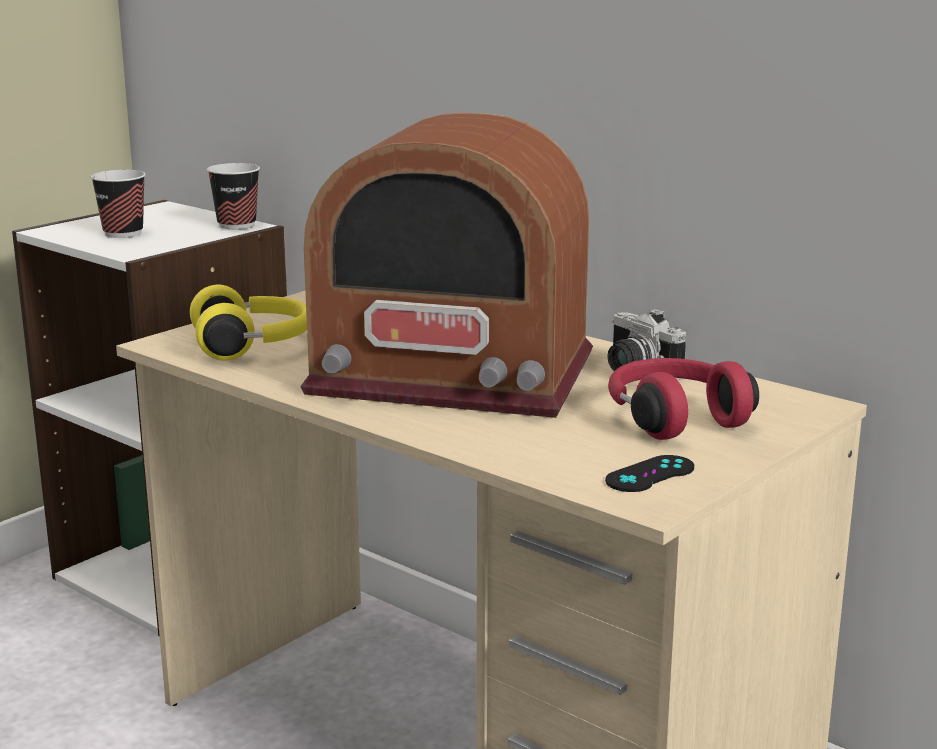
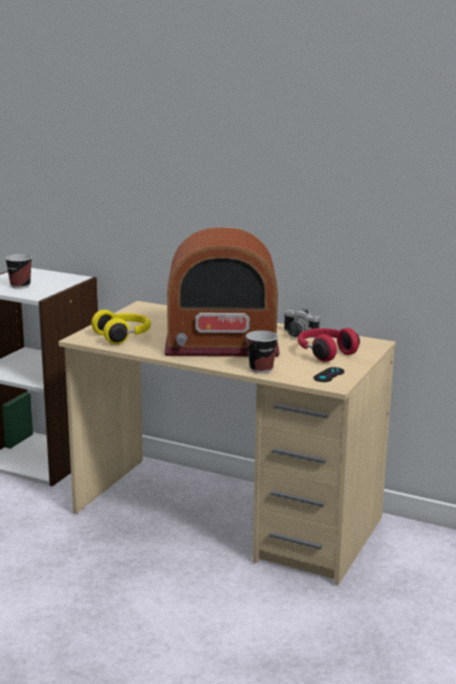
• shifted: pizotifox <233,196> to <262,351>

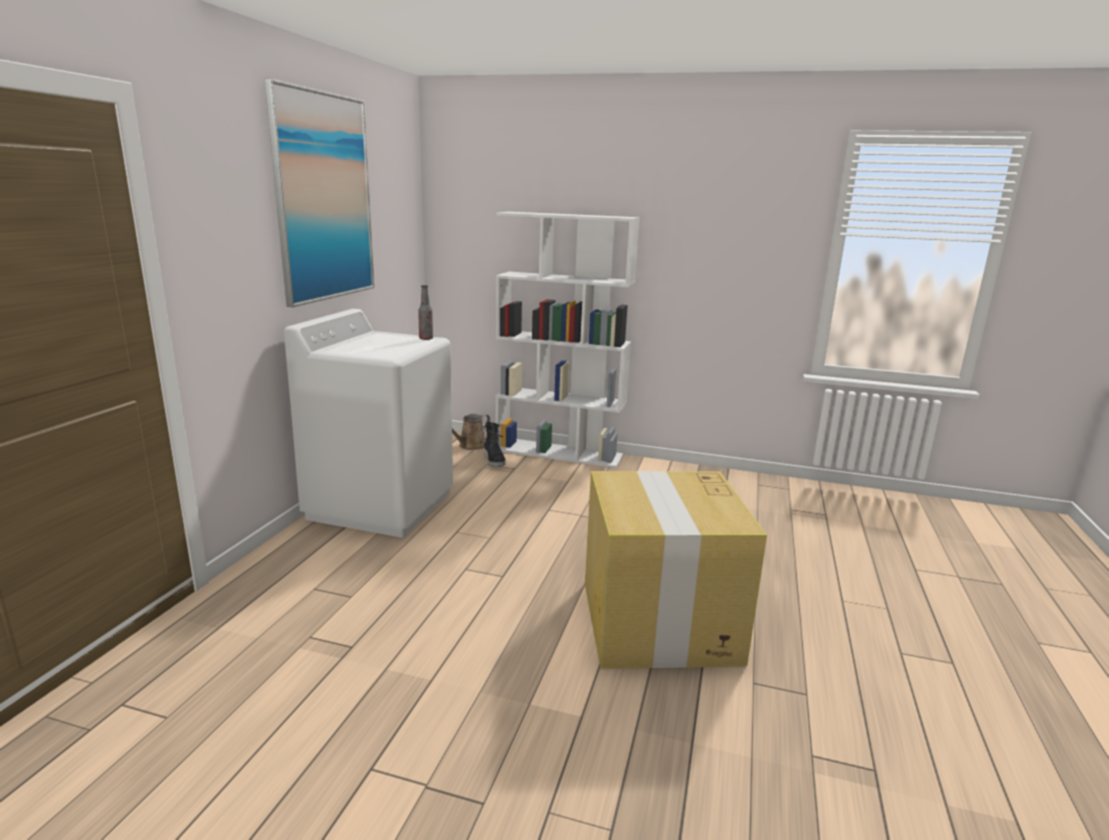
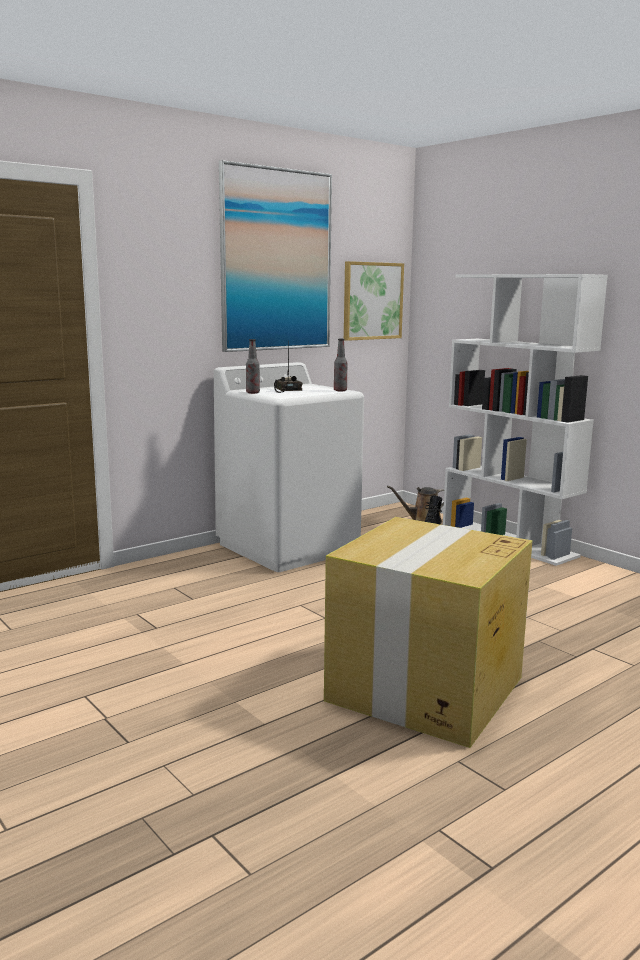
• new: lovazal <253,366>
• new: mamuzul <288,368>
• new: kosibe <374,301>

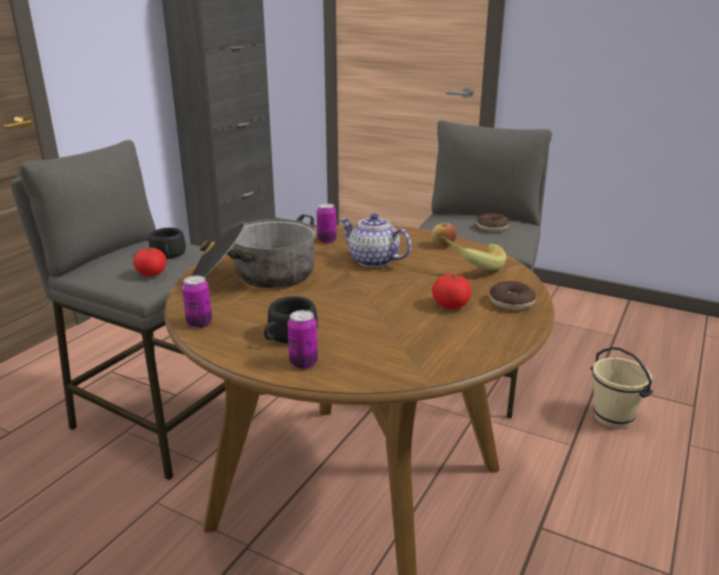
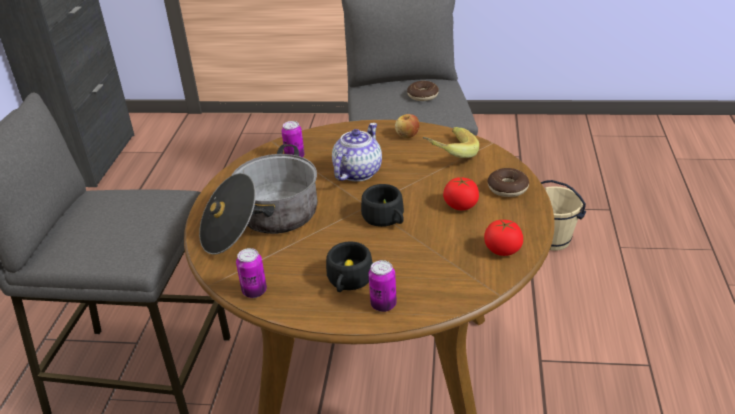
• shifted: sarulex <149,261> to <503,238>
• shifted: pizotifox (black) <167,243> to <382,205>
• rotated: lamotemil <375,240> = <357,152> 105 degrees clockwise

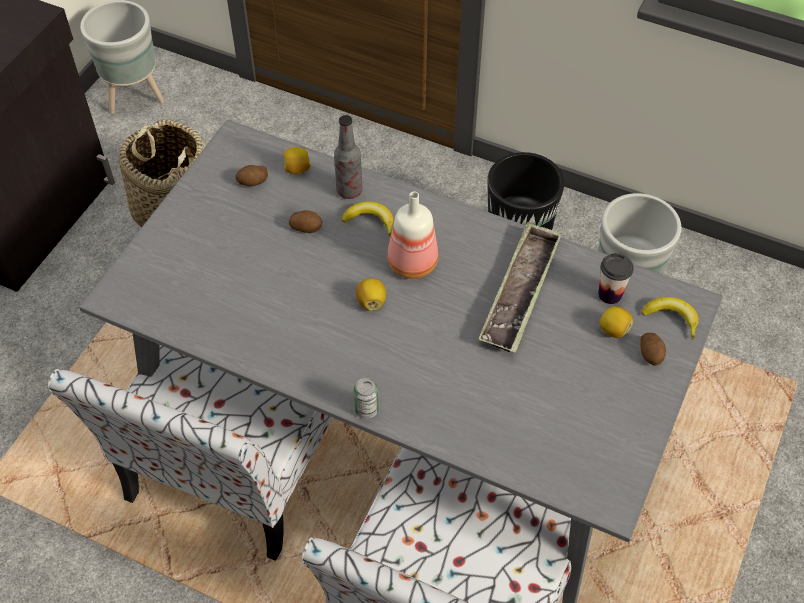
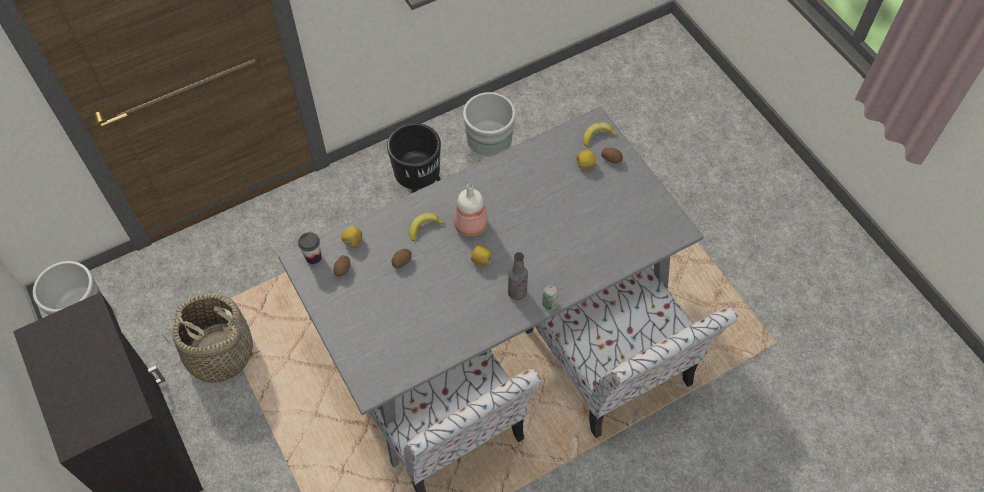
• gone: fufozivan <520,287>
• shifted: lovazal <348,157> to <518,276>
• shifted: pizotifox <616,278> to <310,248>

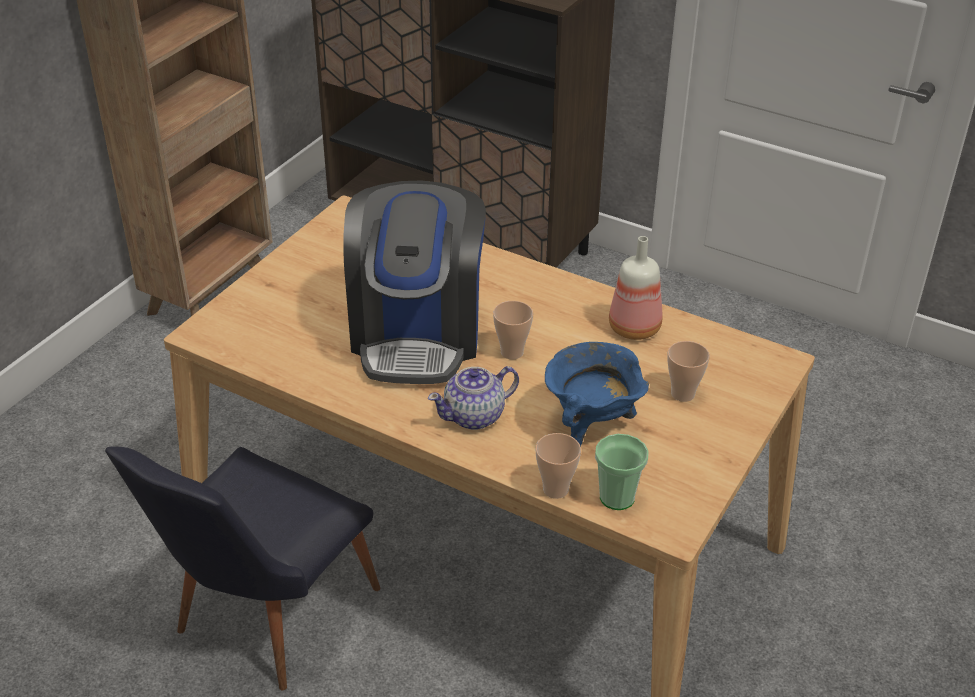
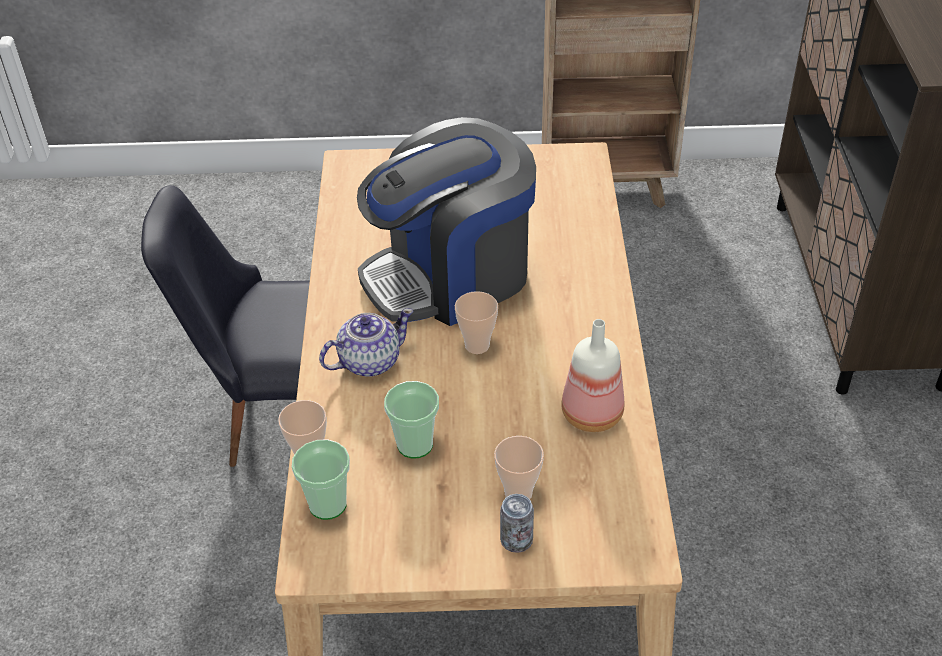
• new: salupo <517,523>
• swapped: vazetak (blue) <597,394> to pizotifox <411,419>
• rotated: lamotemil <473,398> = <366,342> 120 degrees clockwise

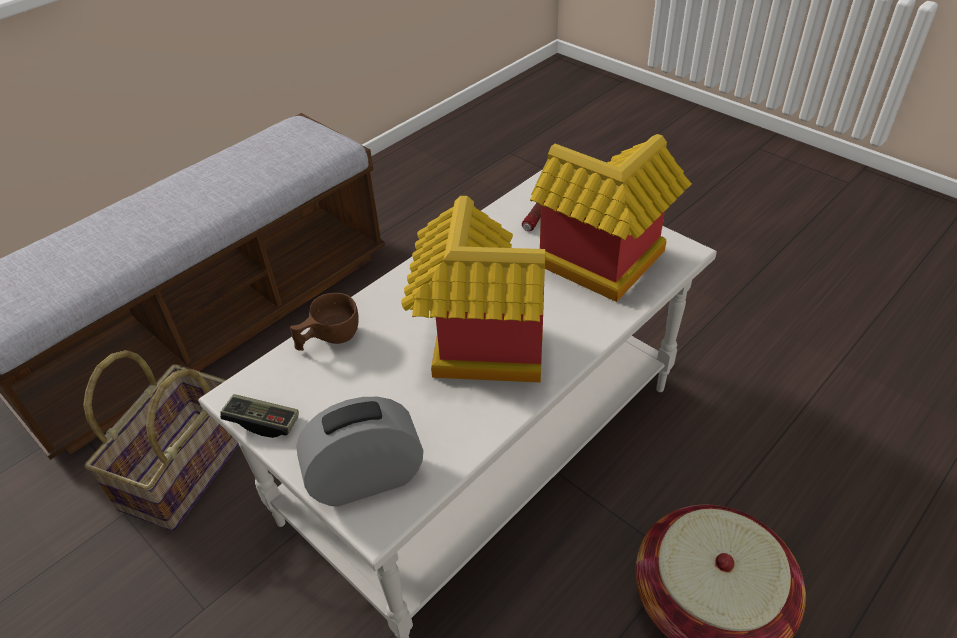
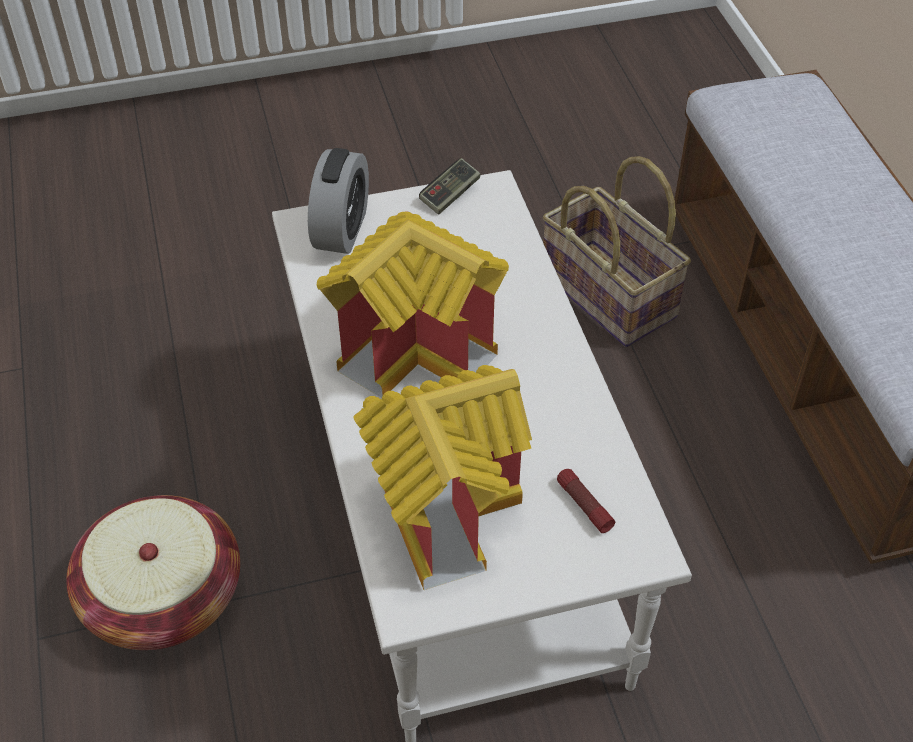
• gone: pizotifox (brown) <324,322>

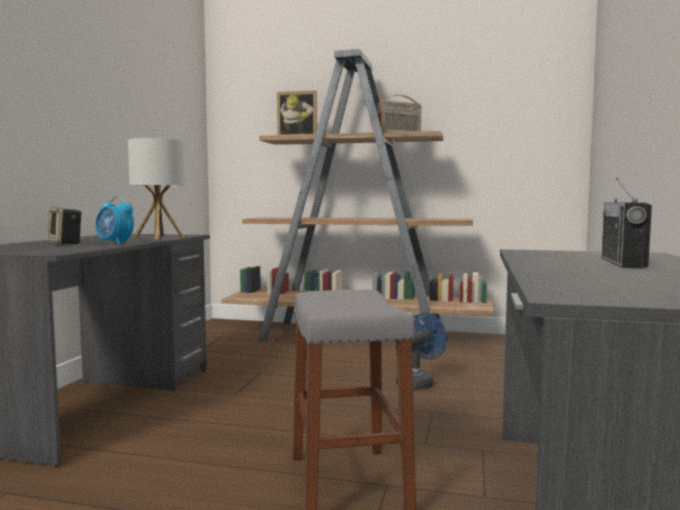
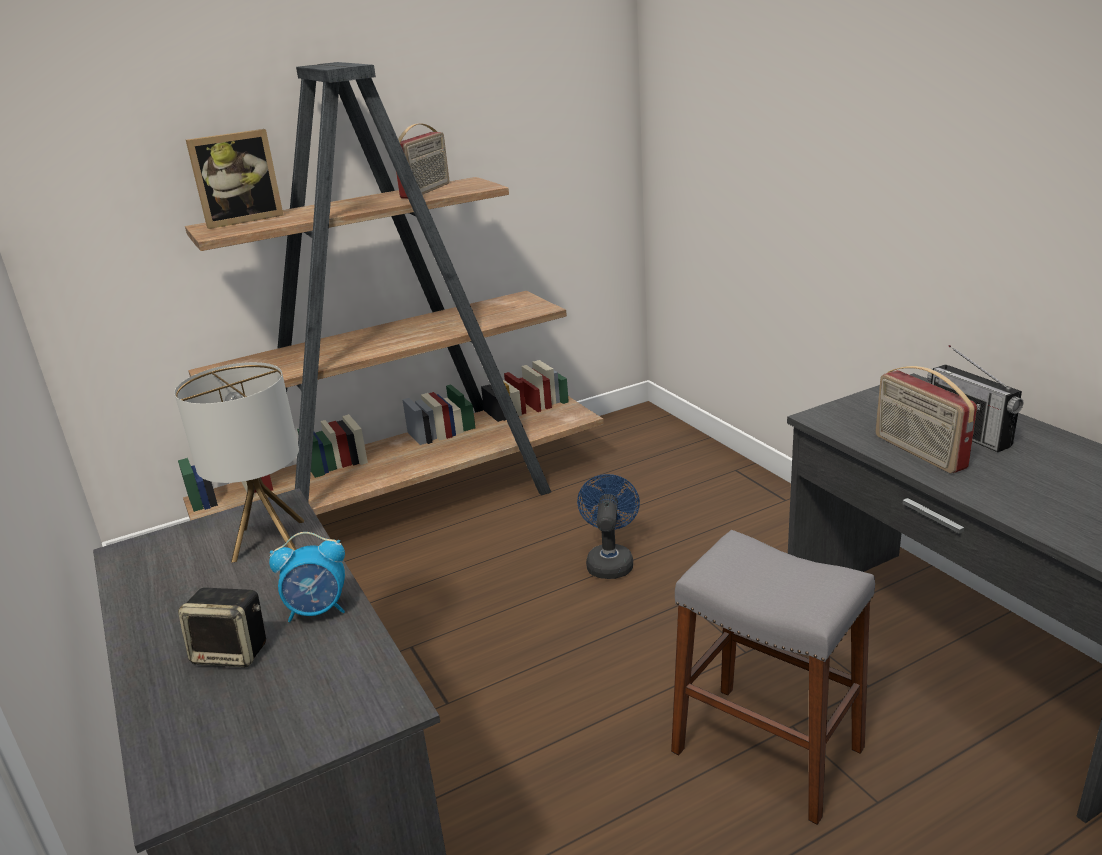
• new: mamuzul <926,419>

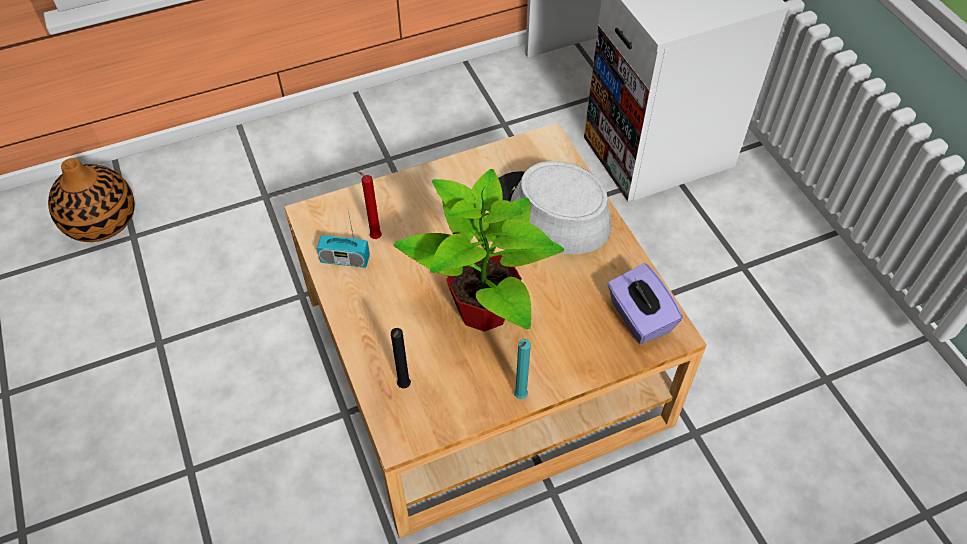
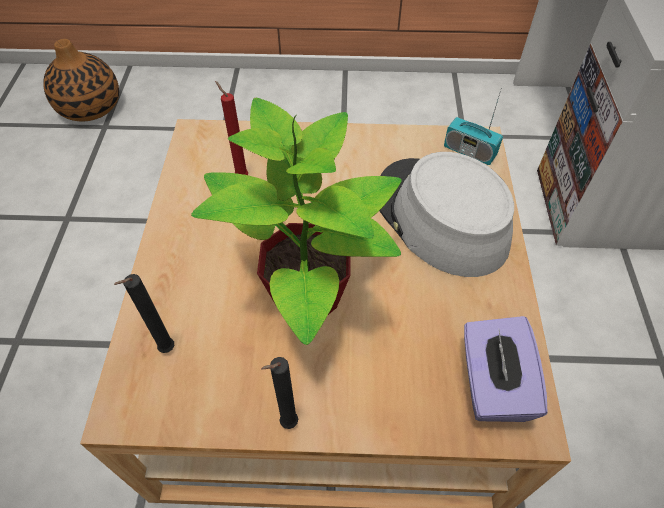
• shifted: mamuzul <343,239> to <473,126>
• repainted: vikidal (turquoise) <522,369> to vikidal (black) <279,393>

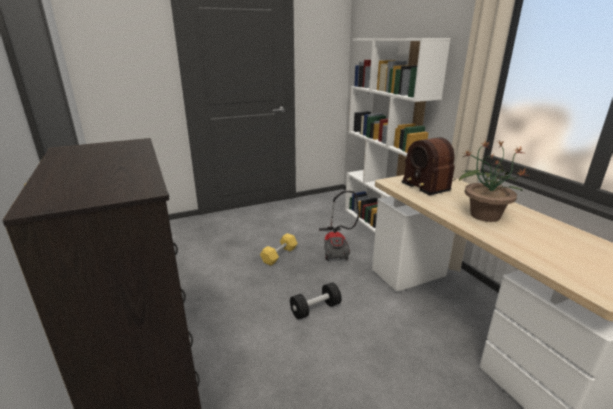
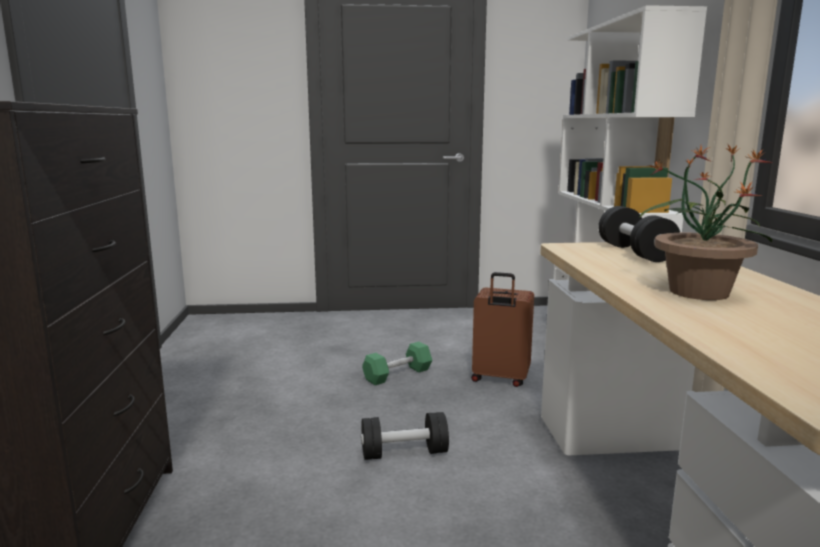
• swapped: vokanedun <339,226> to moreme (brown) <502,329>
• swapped: mamuzul <428,166> to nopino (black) <639,234>
• repainted: nopino (yellow) <279,249> to nopino (green) <397,363>

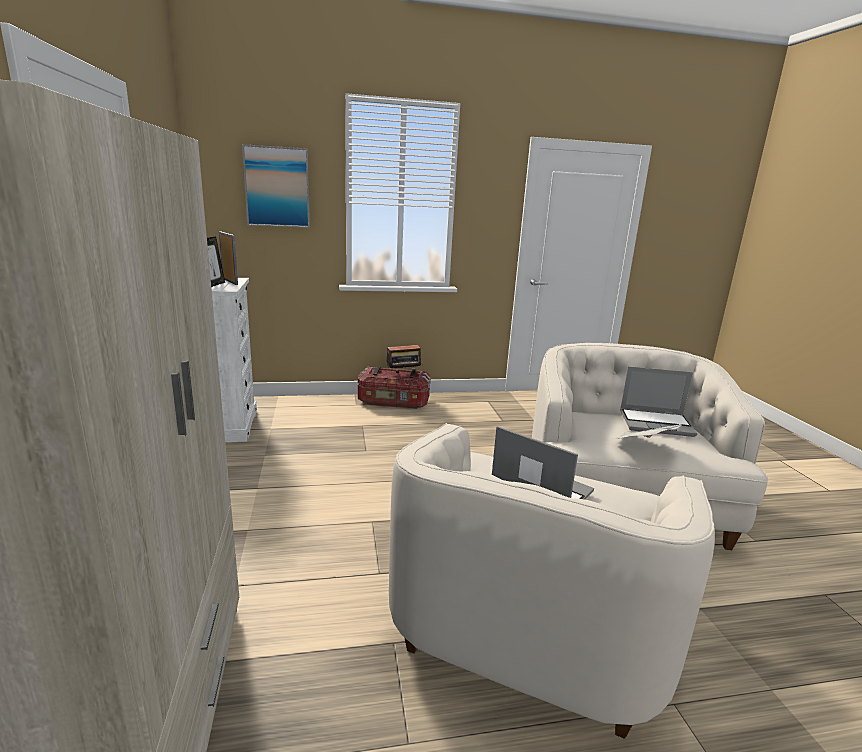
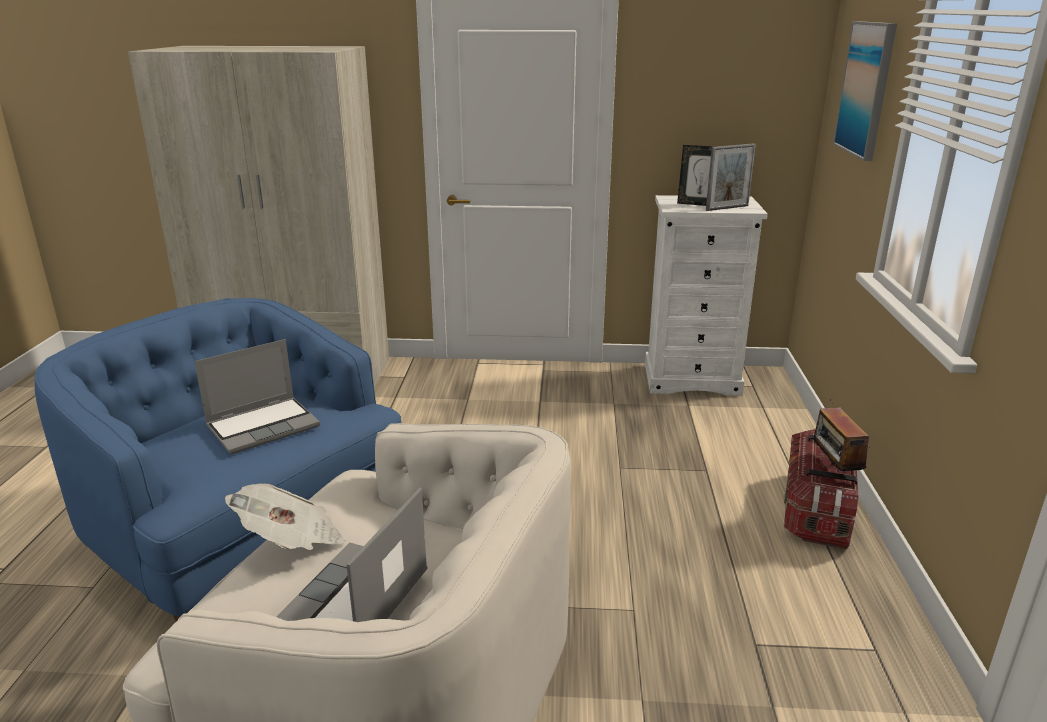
• repainted: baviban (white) <552,581> to baviban (blue) <218,460>

